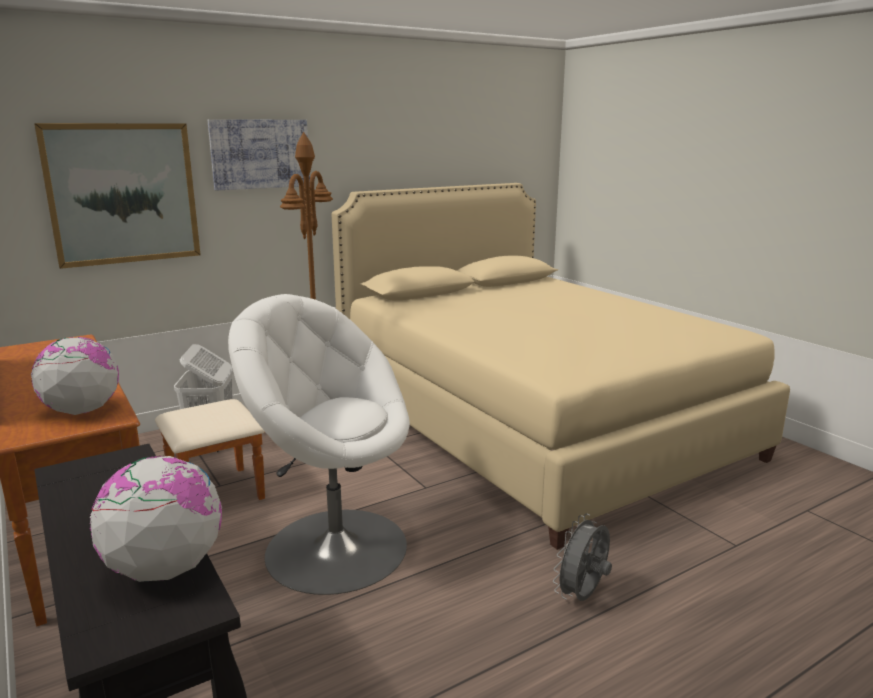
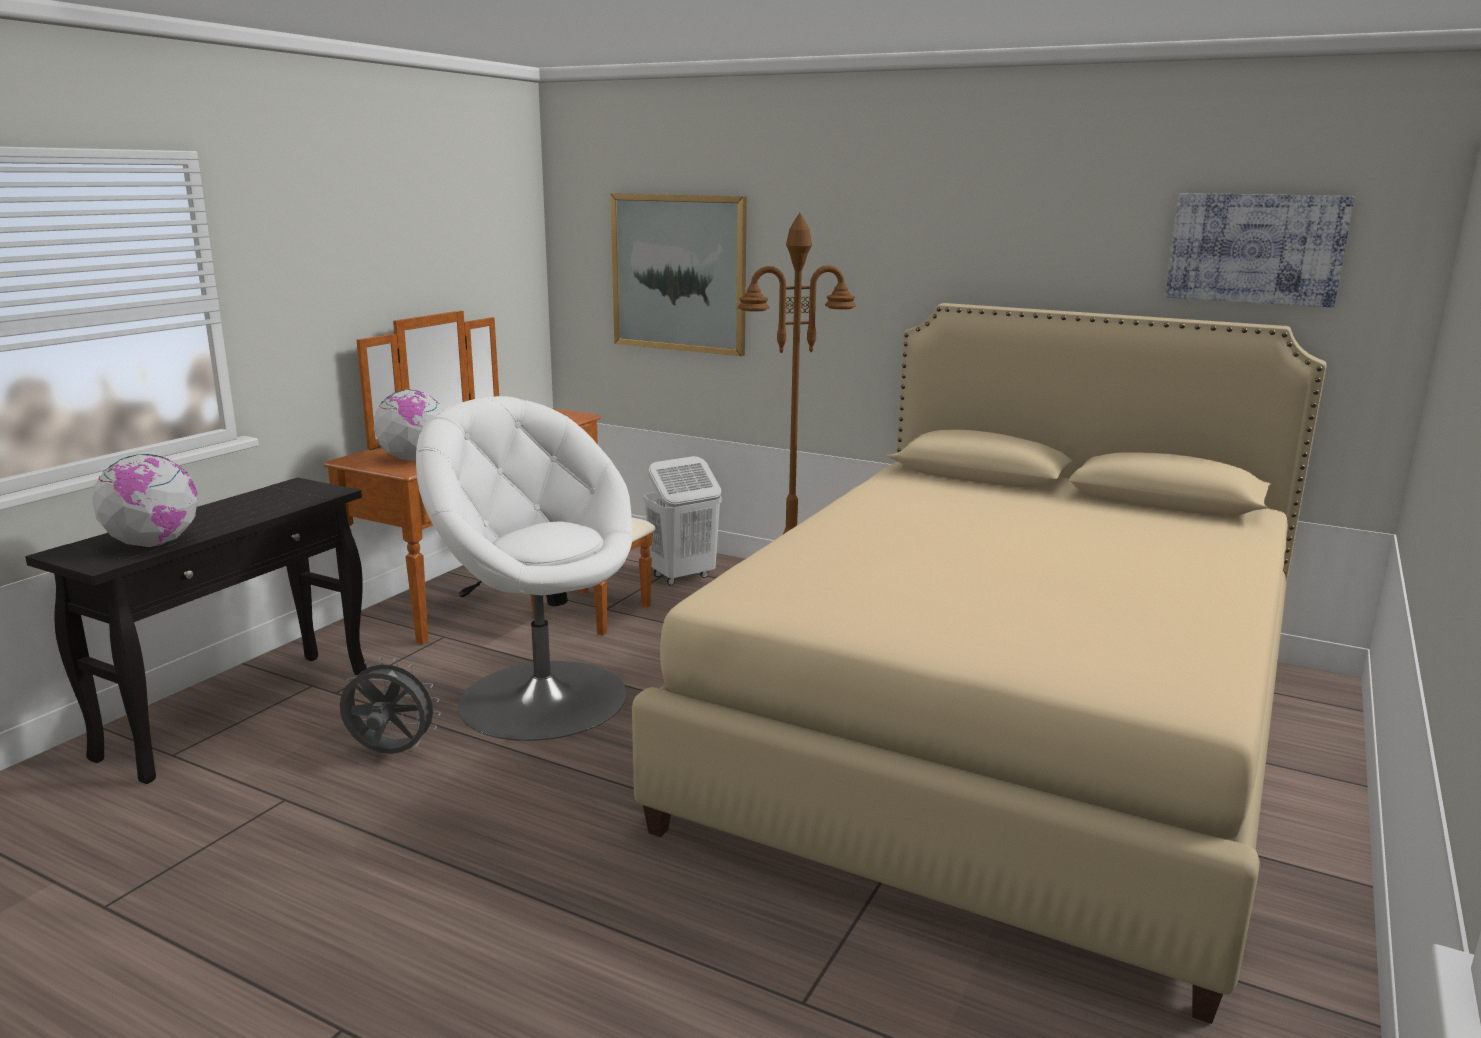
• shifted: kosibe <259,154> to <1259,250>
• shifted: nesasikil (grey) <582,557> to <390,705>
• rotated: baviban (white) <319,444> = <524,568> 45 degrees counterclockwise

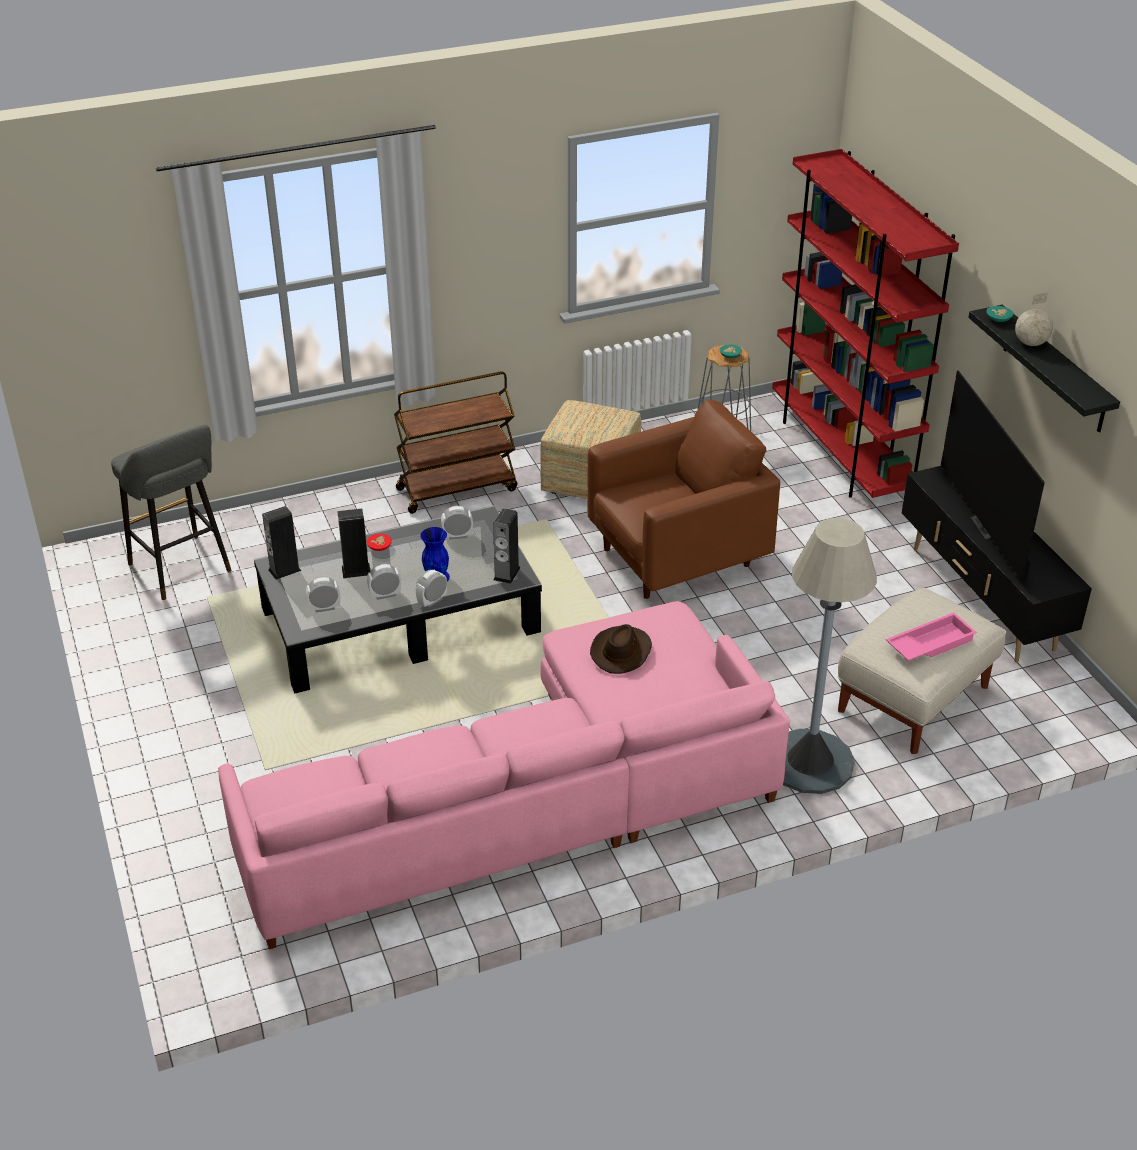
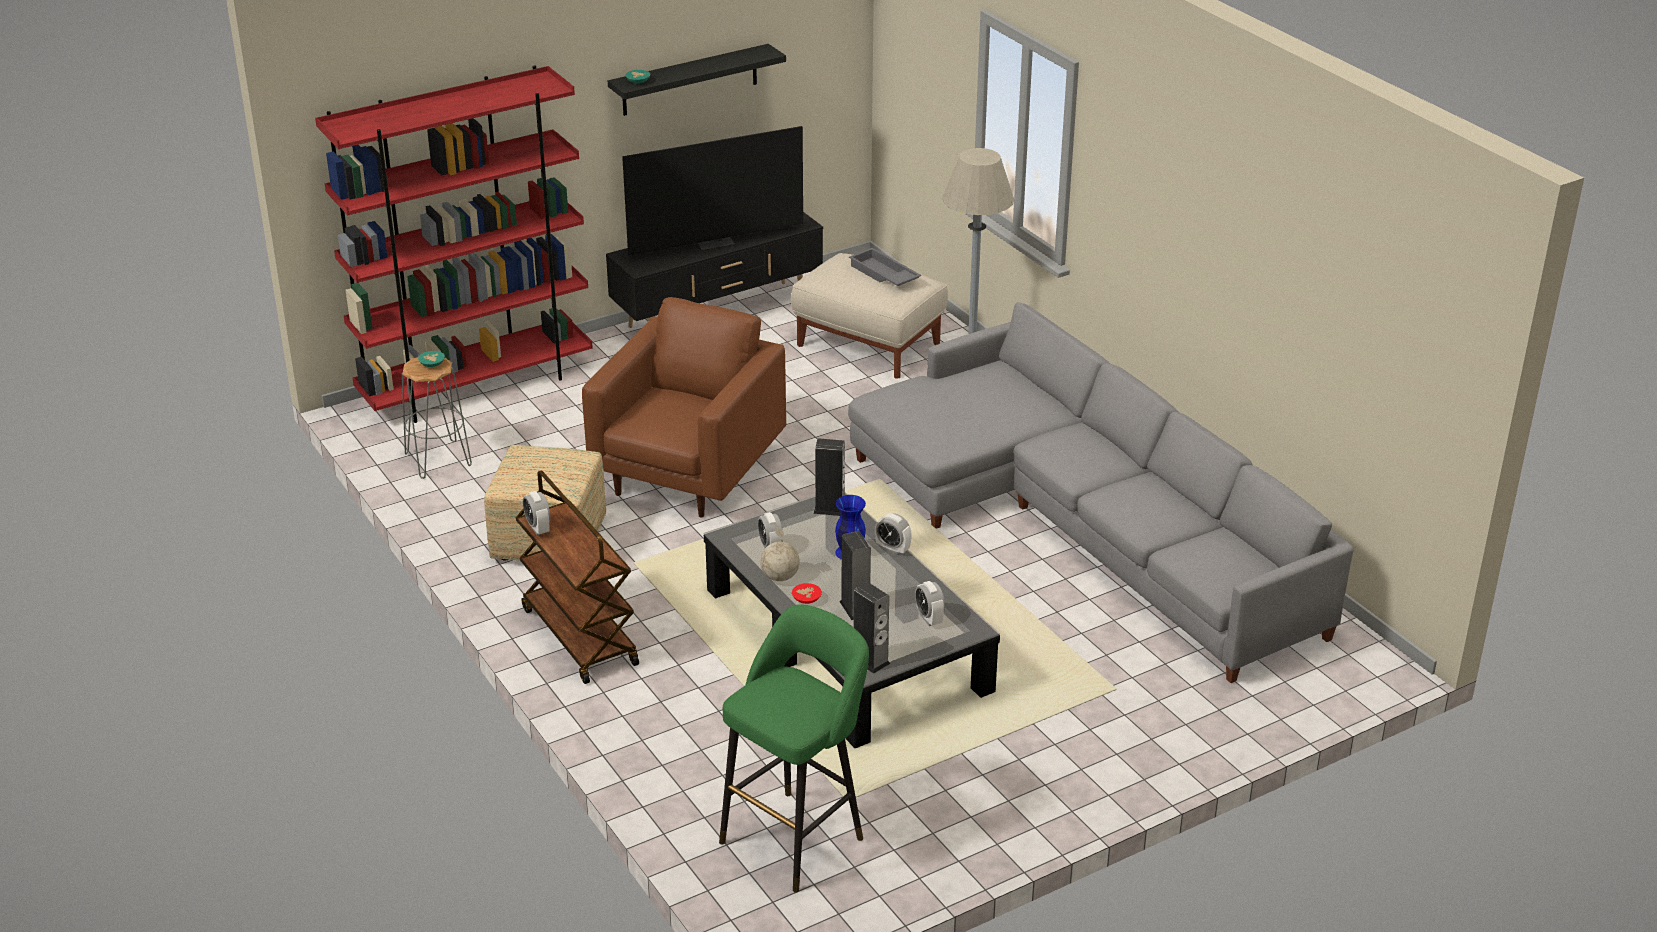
• gone: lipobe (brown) <621,649>
• shifted: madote <384,582> to <536,513>
• shifted: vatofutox <1034,319> to <780,552>
• repainted: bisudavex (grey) <171,512> to bisudavex (green) <794,748>
• repainted: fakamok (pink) <504,775> to fakamok (grey) <1101,492>
• repainted: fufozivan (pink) <931,636> to fufozivan (grey) <885,267>
• rotated: baviban (brown) <684,499> = <684,407> 60 degrees clockwise

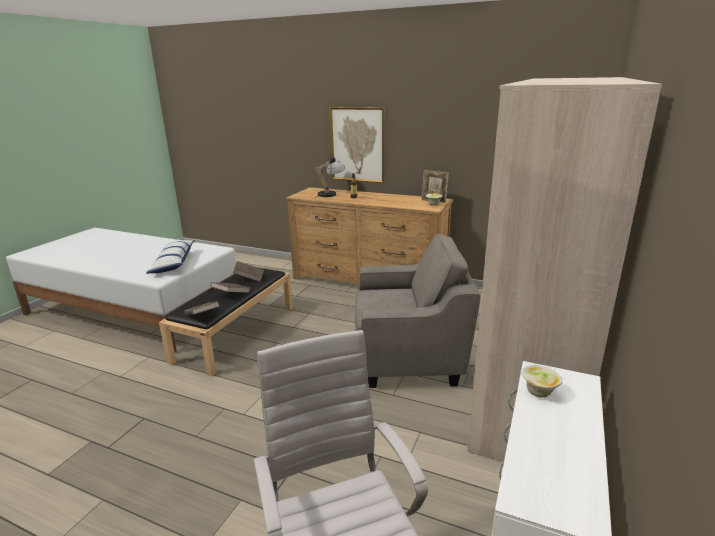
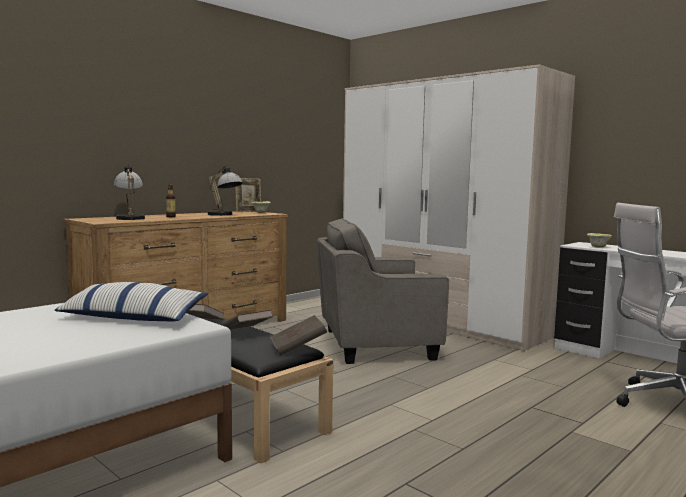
• gone: kosibe <357,145>
• new: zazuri <225,191>
• rotated: baviban (grey) <418,310> = <383,291> 120 degrees counterclockwise

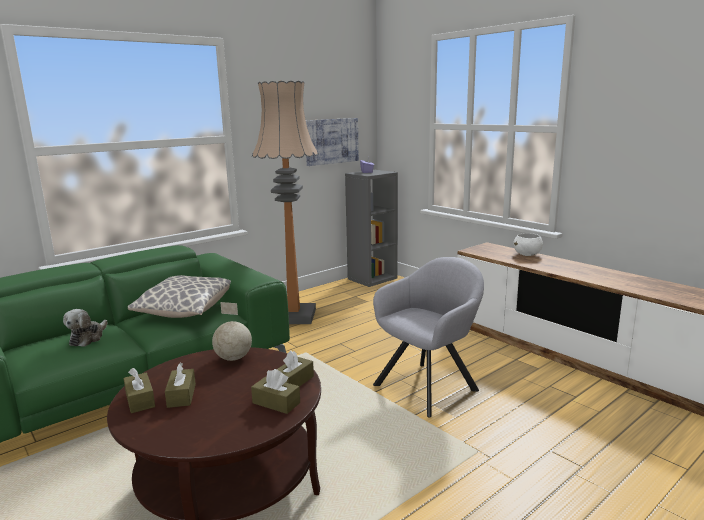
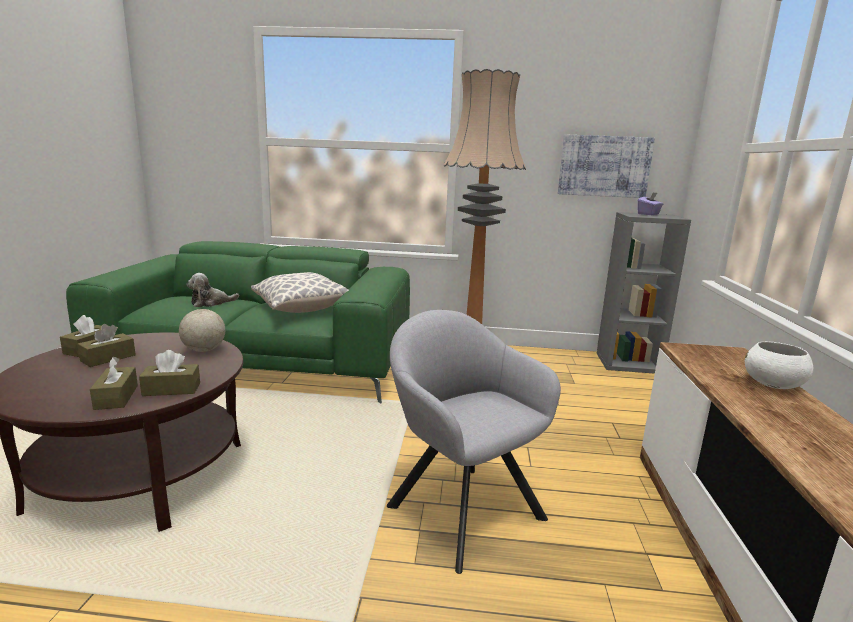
• rotated: baviban (grey) <428,337> = <474,442> 135 degrees counterclockwise

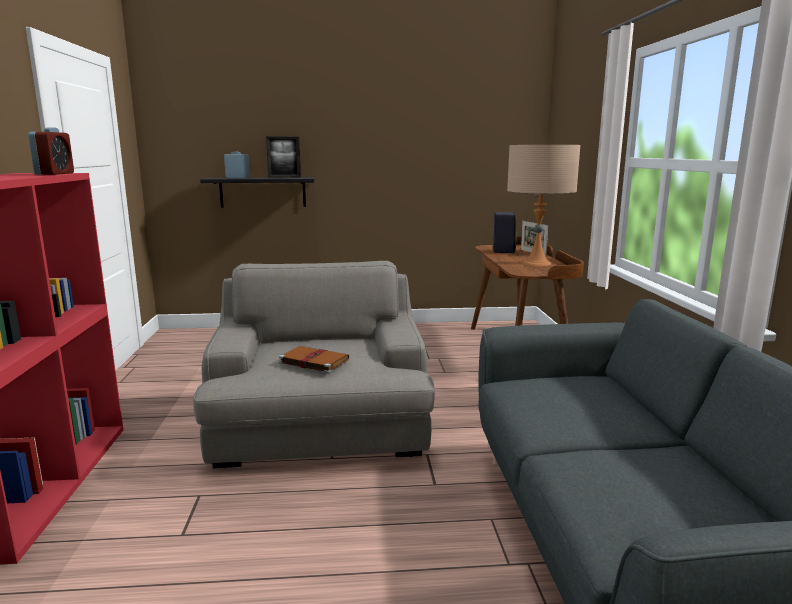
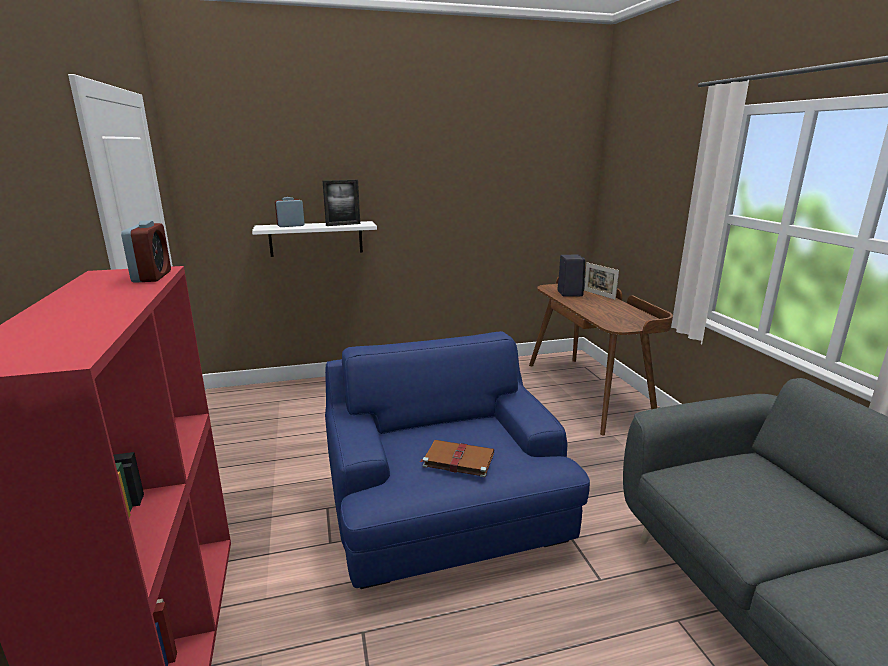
• gone: zazuri (beige) <543,205>
• repainted: baviban (grey) <314,364> to baviban (blue) <457,460>
• repainted: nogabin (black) <258,192> to nogabin (white) <314,239>

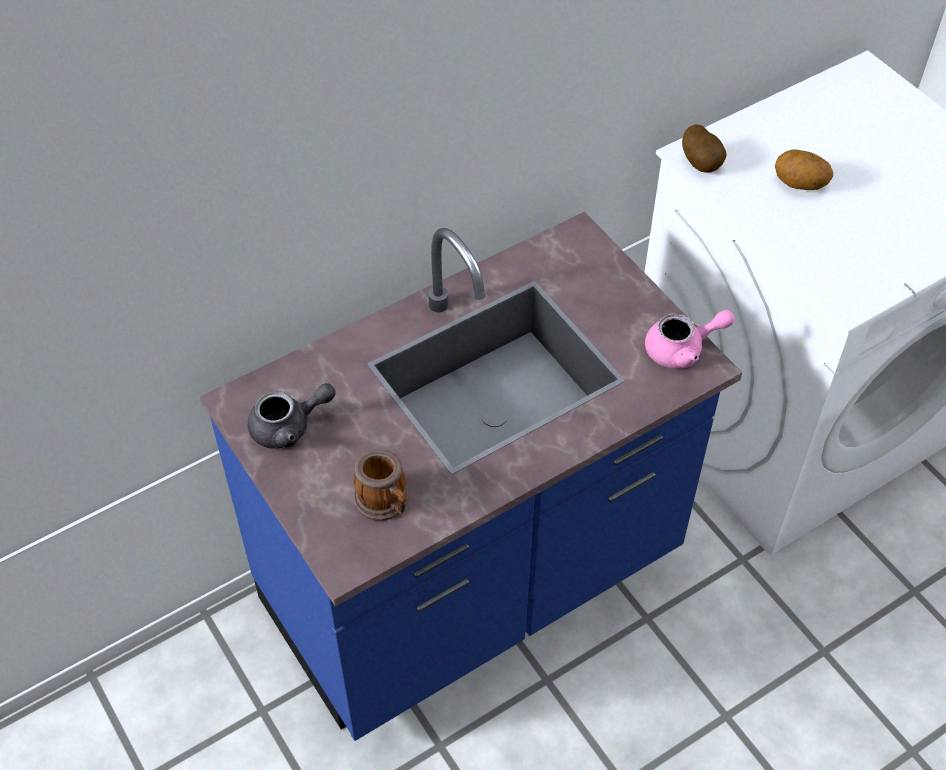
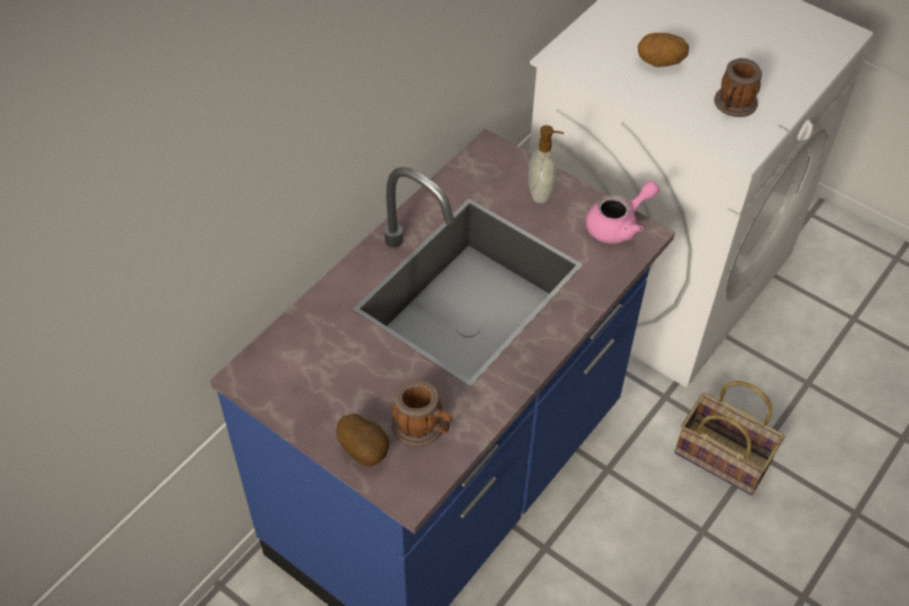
• gone: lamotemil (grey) <292,416>
• new: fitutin <546,164>
• new: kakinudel <730,438>
• new: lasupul <738,87>
• shifted: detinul <704,148> to <363,440>

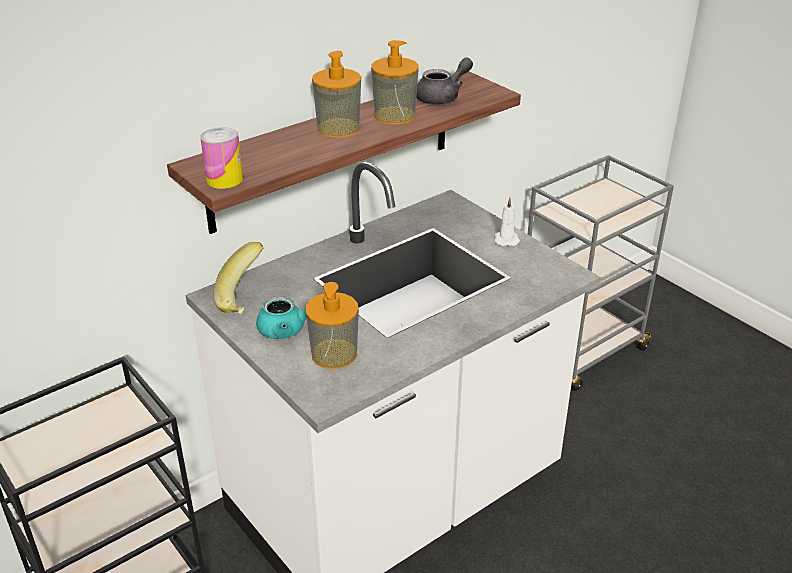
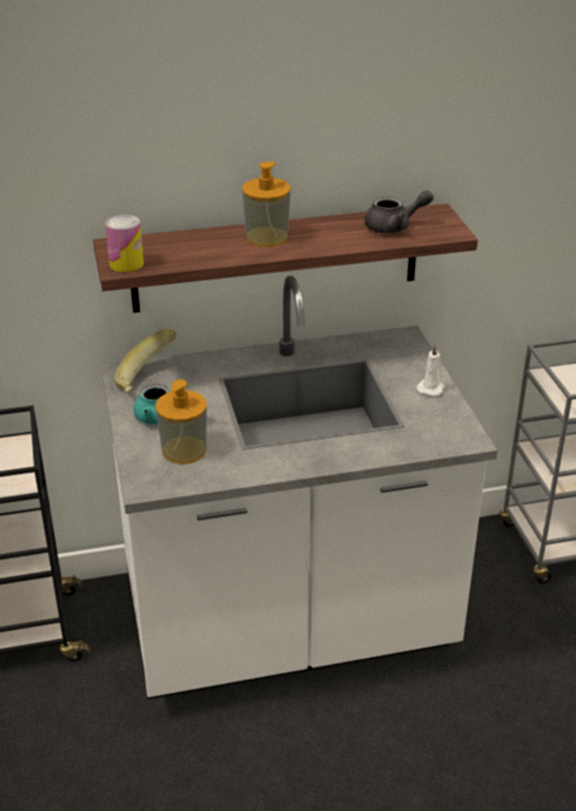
• gone: fitutin <395,82>

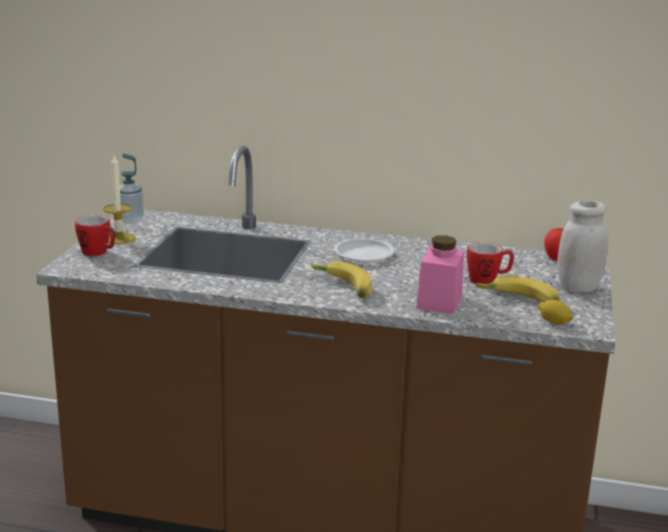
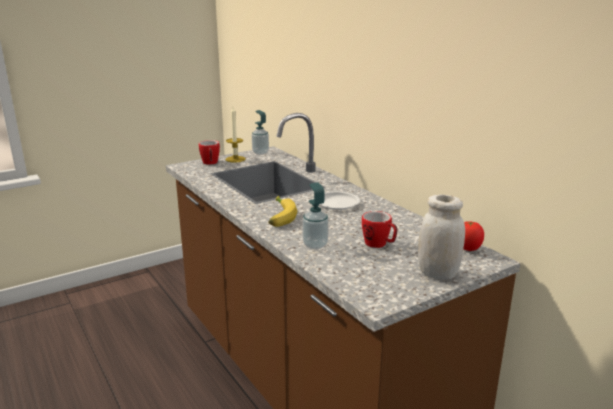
• gone: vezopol <518,289>
• gone: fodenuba <556,312>
• swapped: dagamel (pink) <440,274> to fitutin <315,215>

